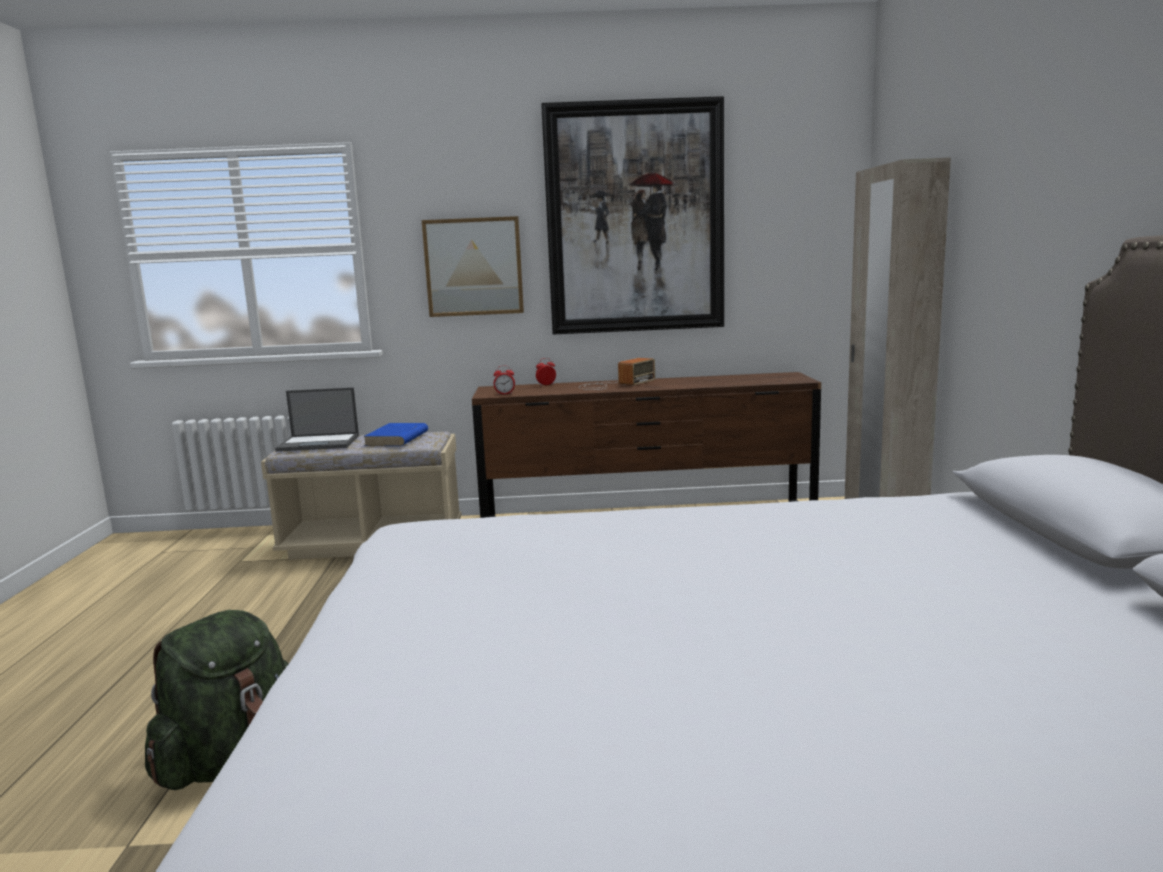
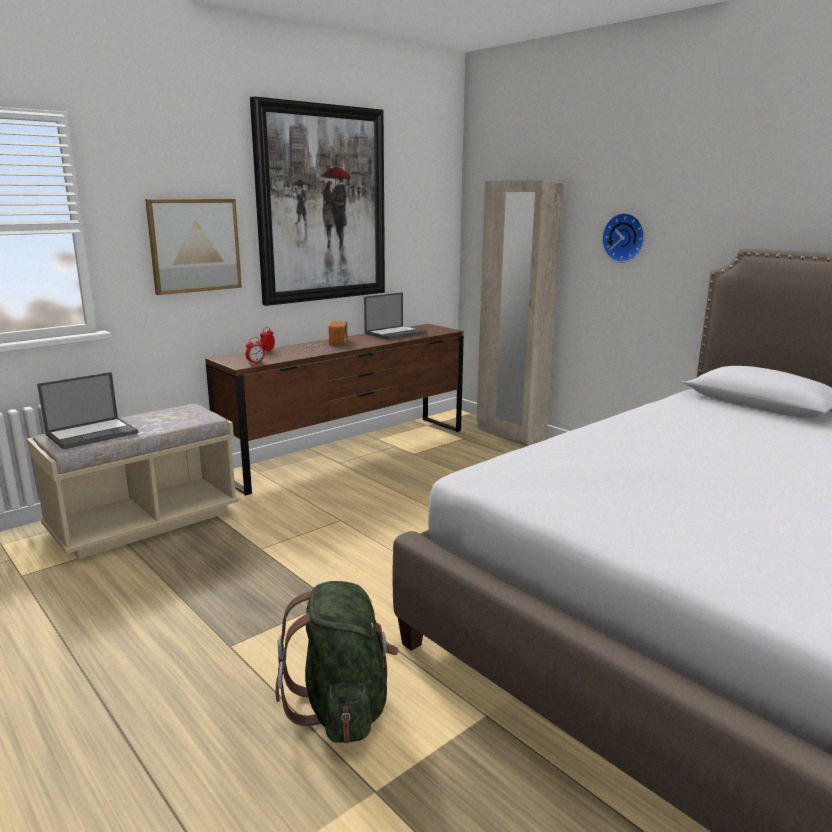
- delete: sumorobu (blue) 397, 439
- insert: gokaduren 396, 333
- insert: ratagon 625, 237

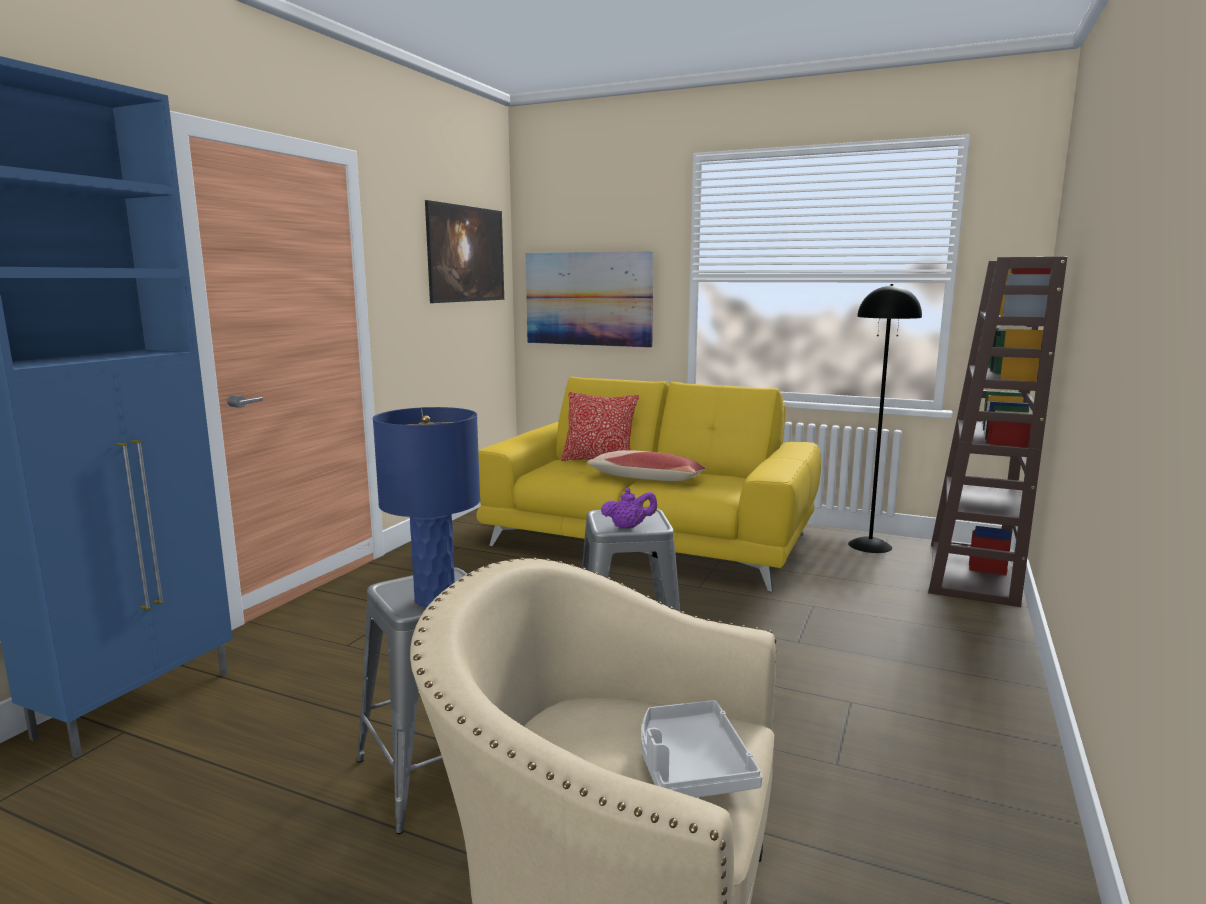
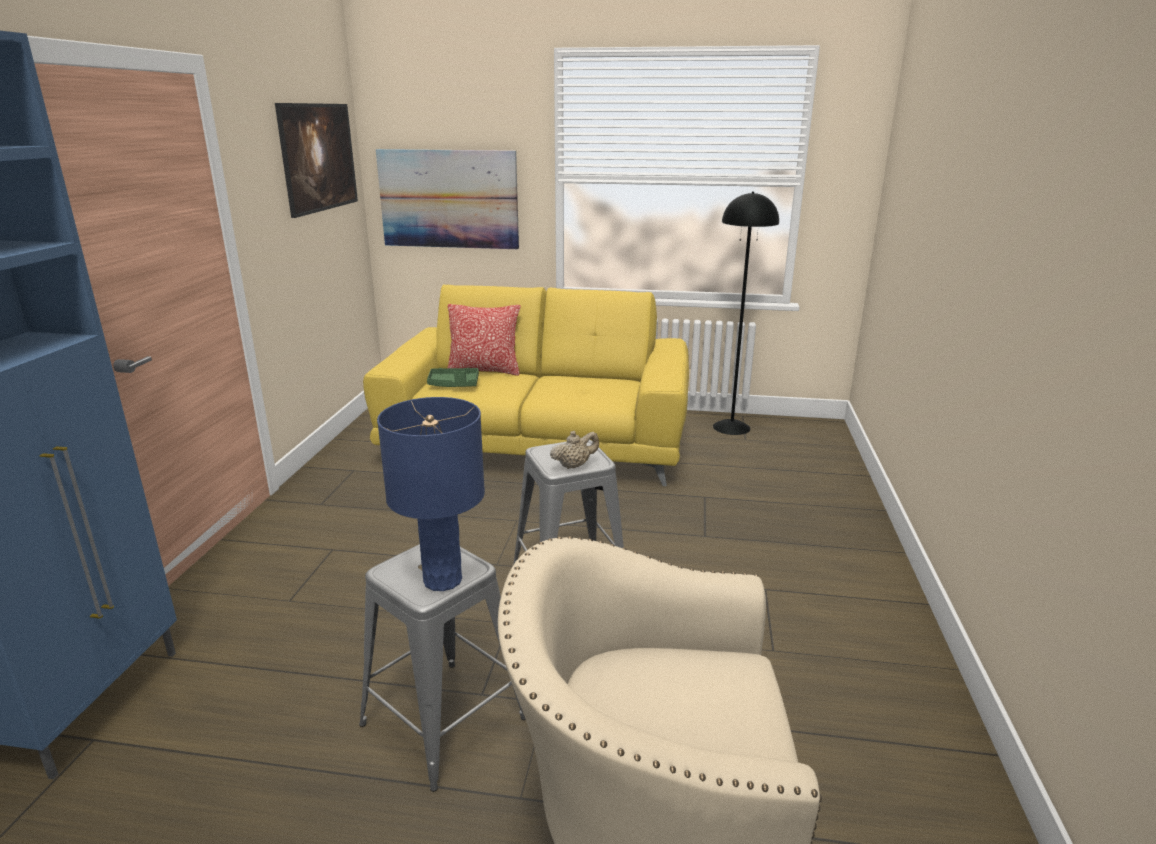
- delete: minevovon 645, 479
- recolor: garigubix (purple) 628, 527 to garigubix (beige) 574, 465
- delete: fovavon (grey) 691, 766
- delete: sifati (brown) 973, 573
- insert: fovavon (green) 454, 385

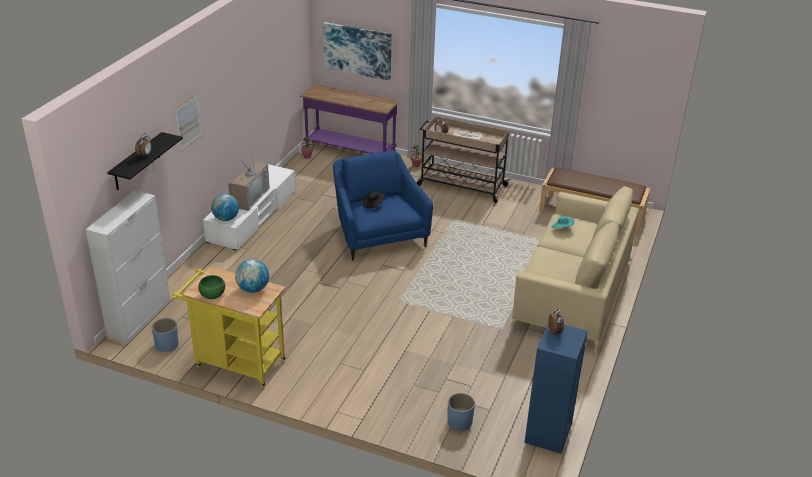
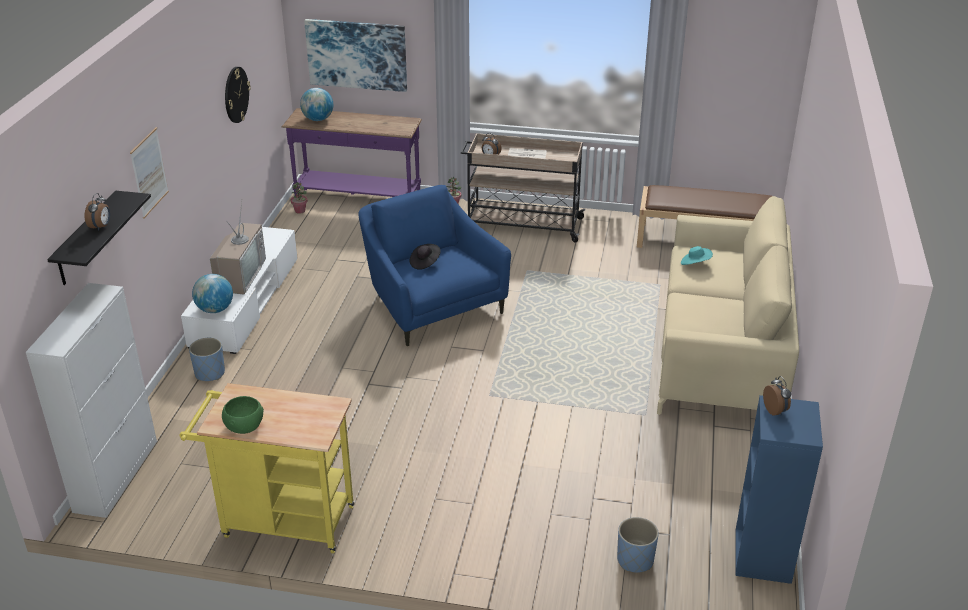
- move: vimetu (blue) 167, 345 to 210, 373
- move: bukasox 253, 289 to 318, 119
- insert: ratagon 236, 94

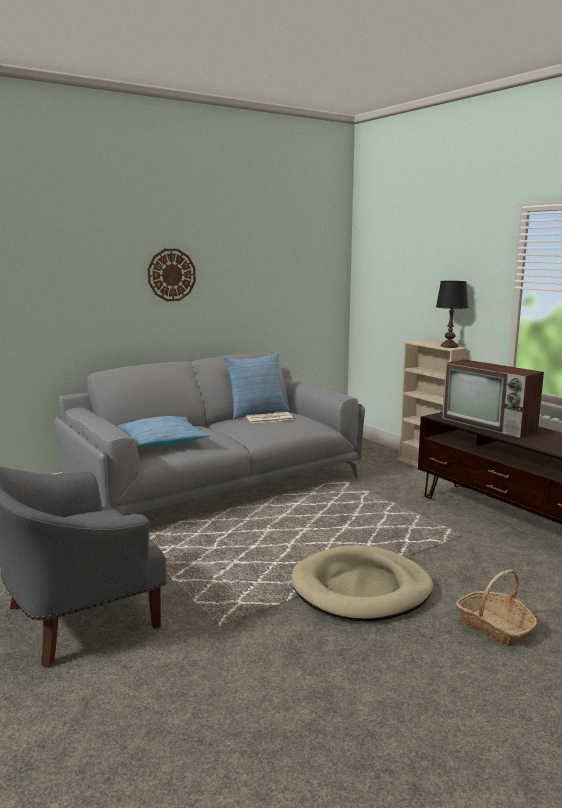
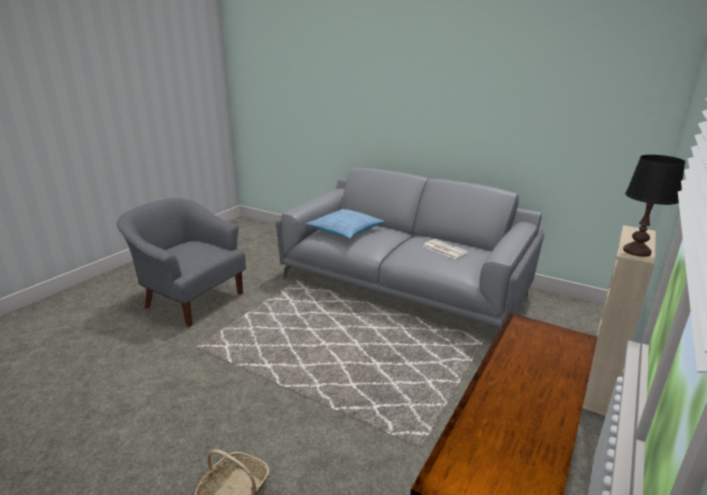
- delete: ratagon 171, 275
- delete: minevovon 256, 413
- delete: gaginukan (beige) 361, 589
- delete: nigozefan 490, 425

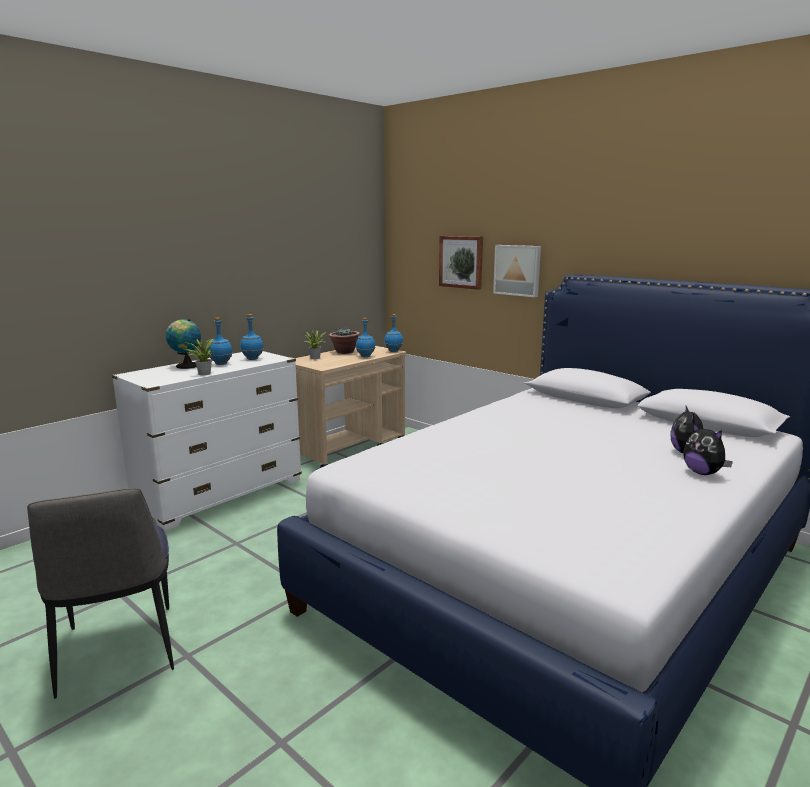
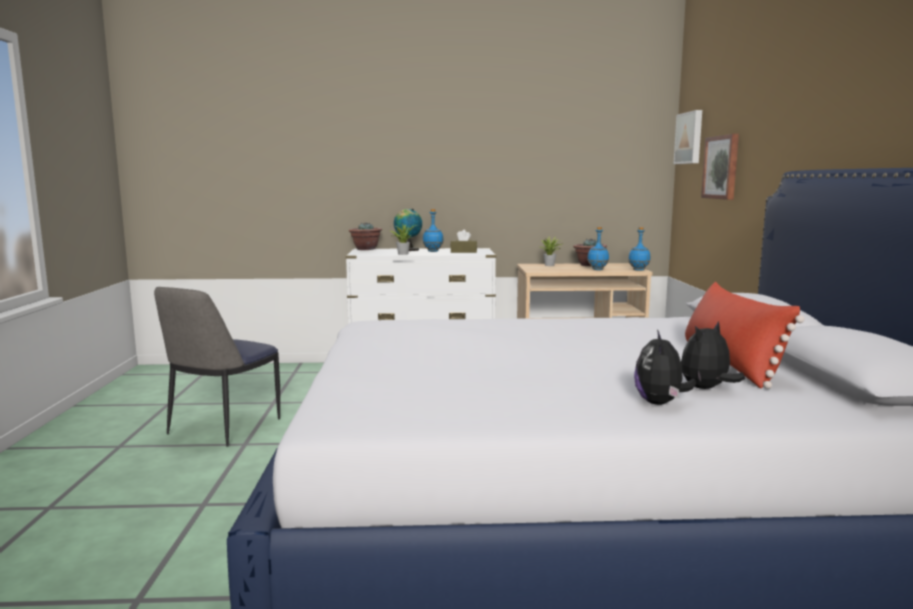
- replace: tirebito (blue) 252, 359 to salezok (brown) 463, 251
- move: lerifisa 518, 270 to 690, 138
- insert: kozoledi 365, 249
- insert: minevovon (red) 730, 363

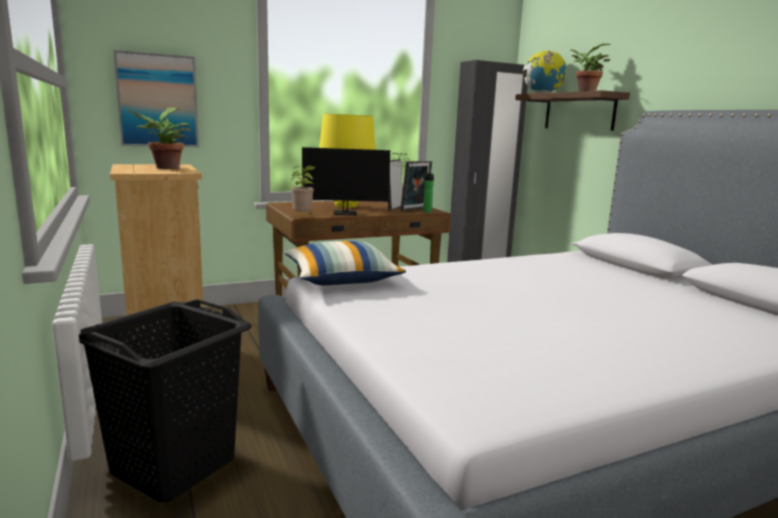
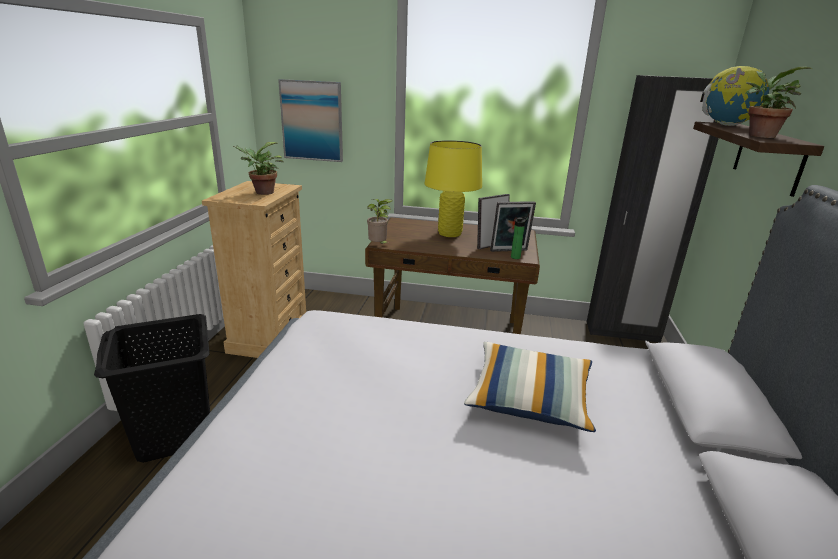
- move: minevovon 341, 279 to 529, 398
- delete: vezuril 349, 213

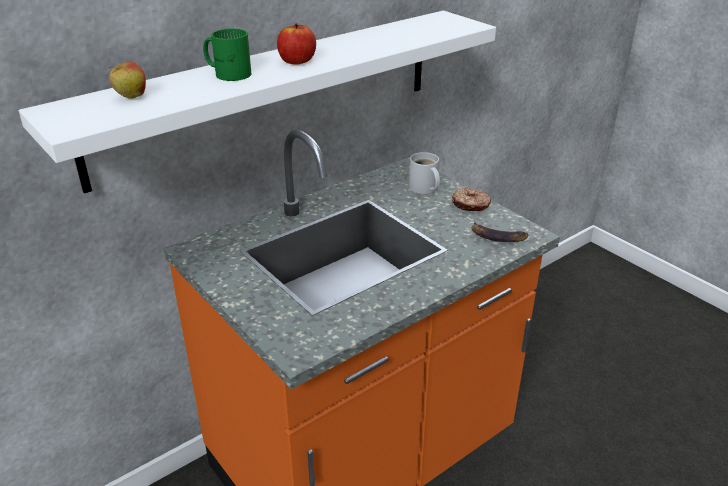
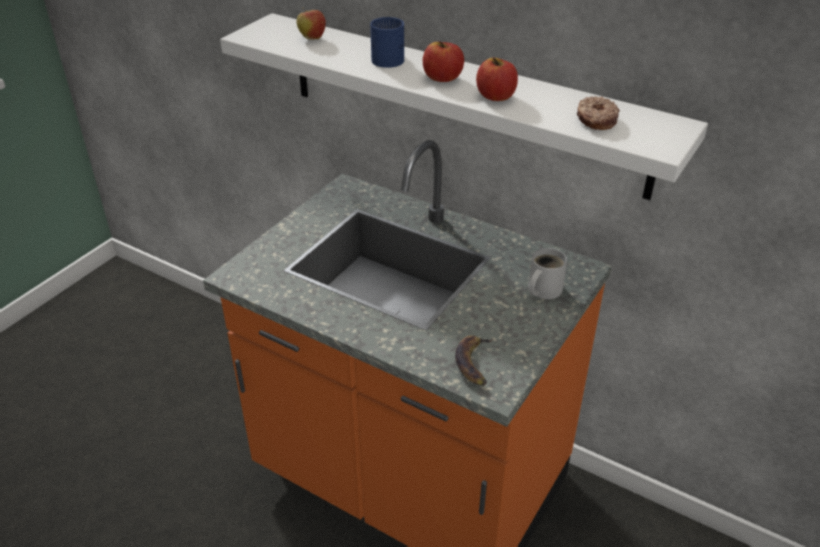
- recolor: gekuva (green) 228, 73 to gekuva (blue) 390, 57
- move: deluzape 470, 205 to 595, 120
- insert: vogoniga 496, 96

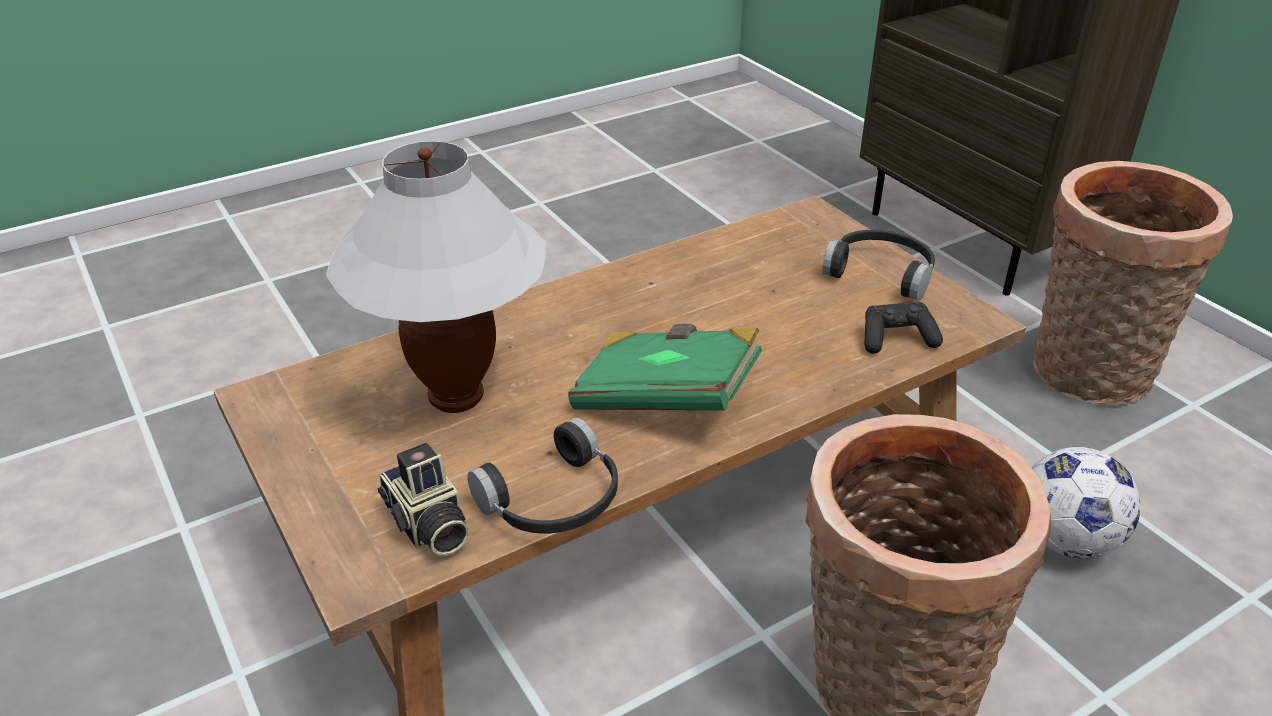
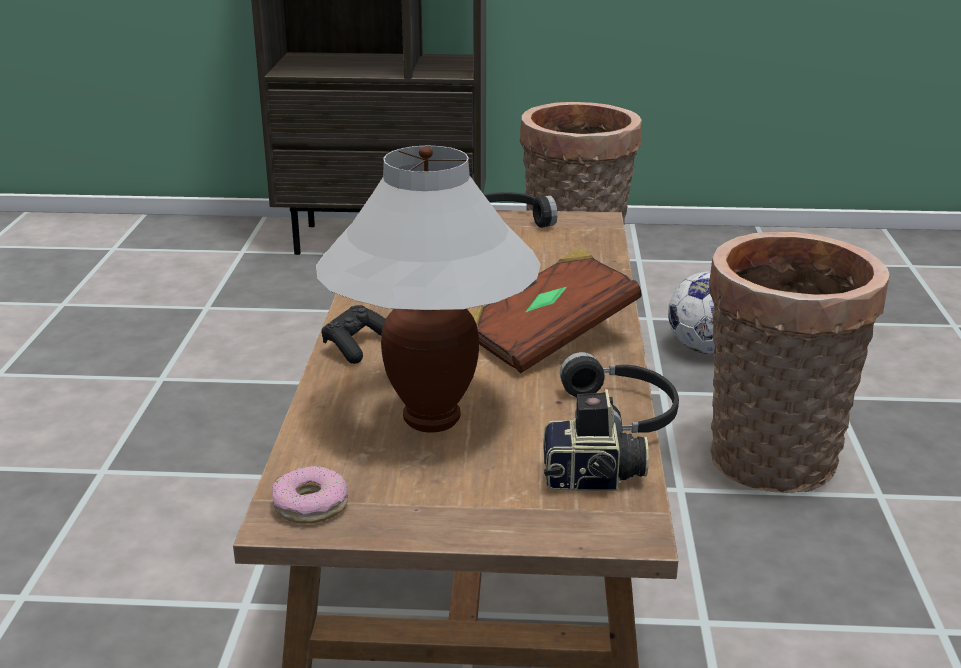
- recolor: sumorobu (green) 665, 397 to sumorobu (brown) 547, 338
- move: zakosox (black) 896, 339 to 356, 346
- insert: deluzape 311, 505

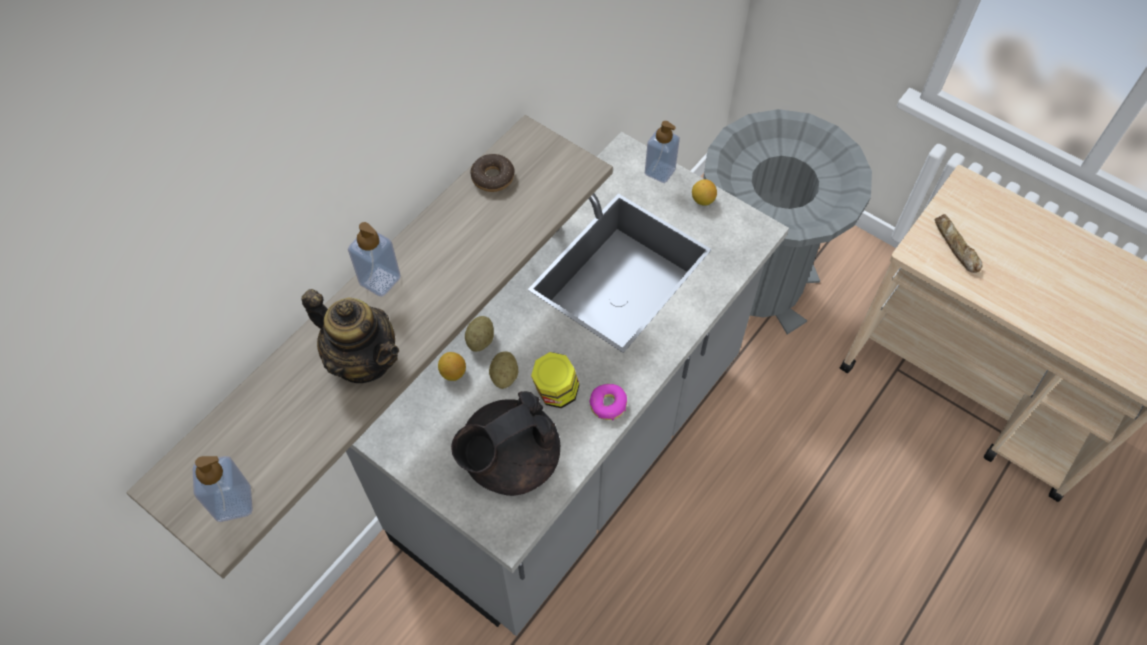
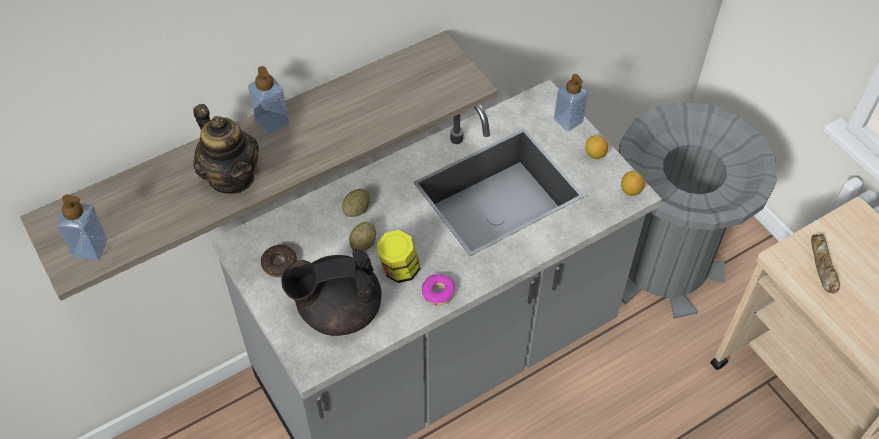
- move: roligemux 453, 373 to 630, 190
- move: deluzape 493, 177 to 279, 264

